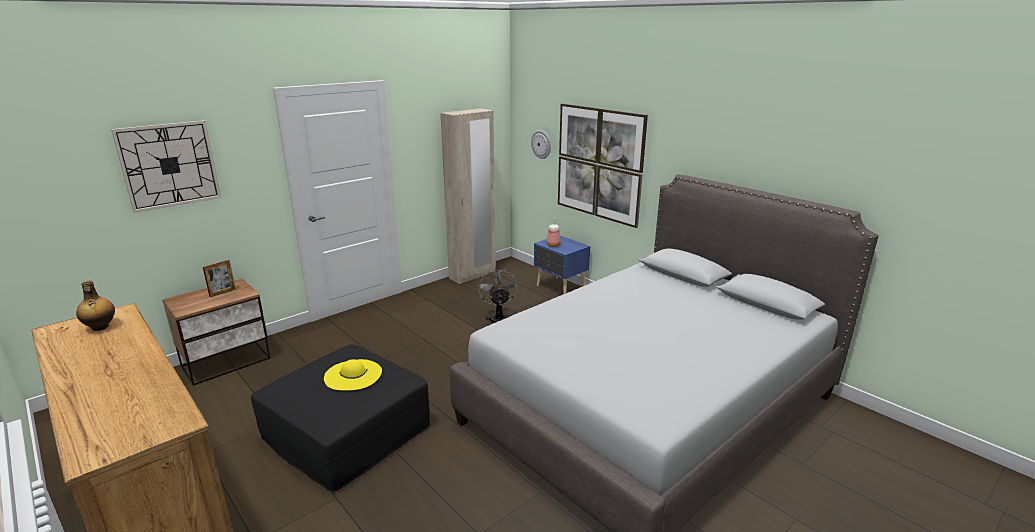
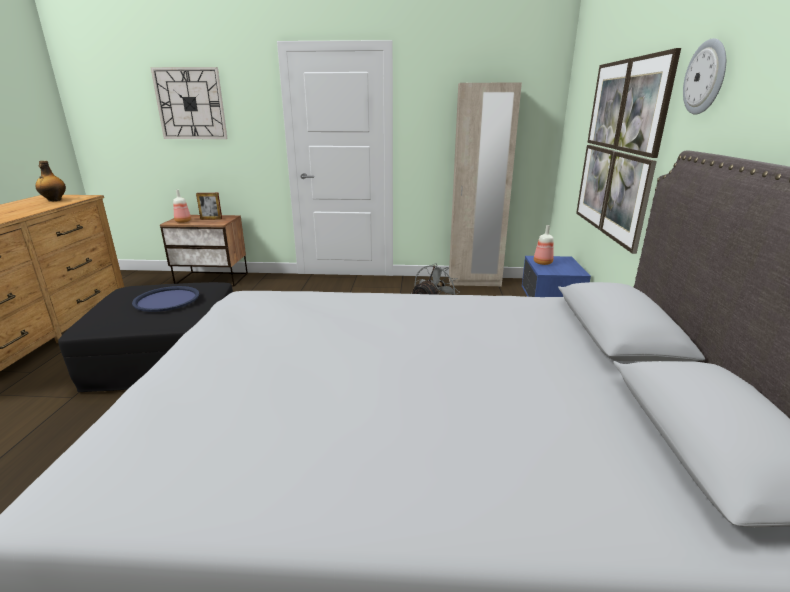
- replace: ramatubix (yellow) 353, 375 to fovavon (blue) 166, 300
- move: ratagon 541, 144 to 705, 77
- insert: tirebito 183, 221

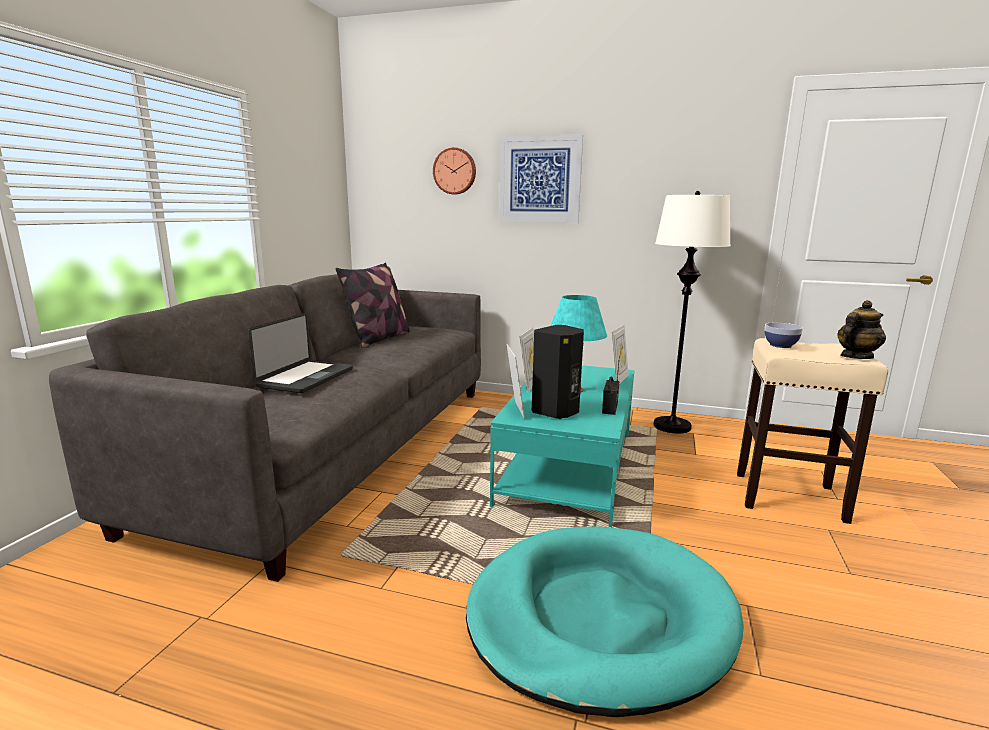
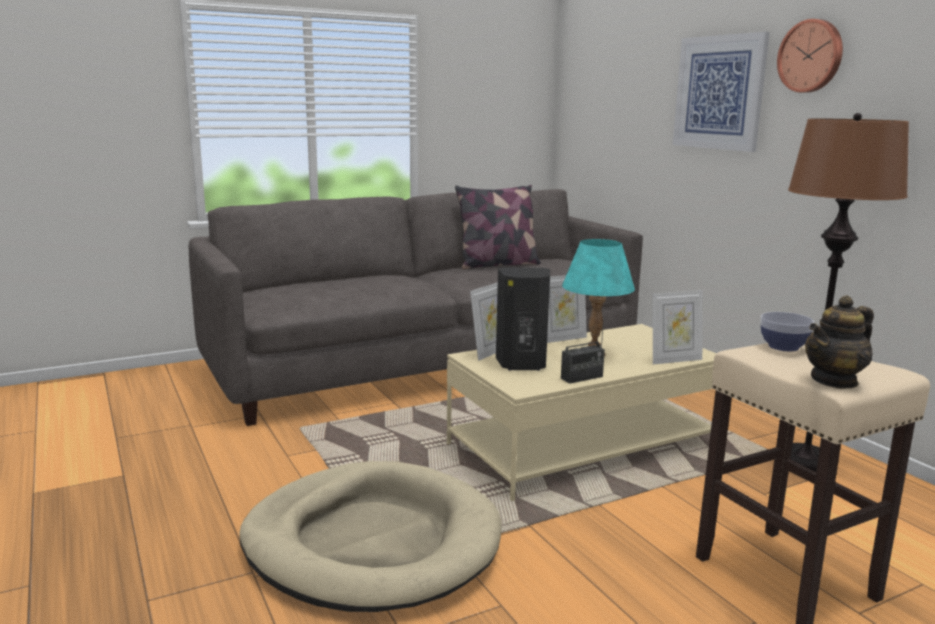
- delete: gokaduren 306, 378
- move: ratagon 455, 171 to 811, 56
- recolor: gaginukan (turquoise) 599, 619 to gaginukan (beige) 372, 542
- recolor: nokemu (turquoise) 568, 466 to nokemu (beige) 582, 446
- recolor: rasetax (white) 671, 426 to rasetax (brown) 805, 460
- rotate: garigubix 856, 357 = 834, 380 135 degrees clockwise

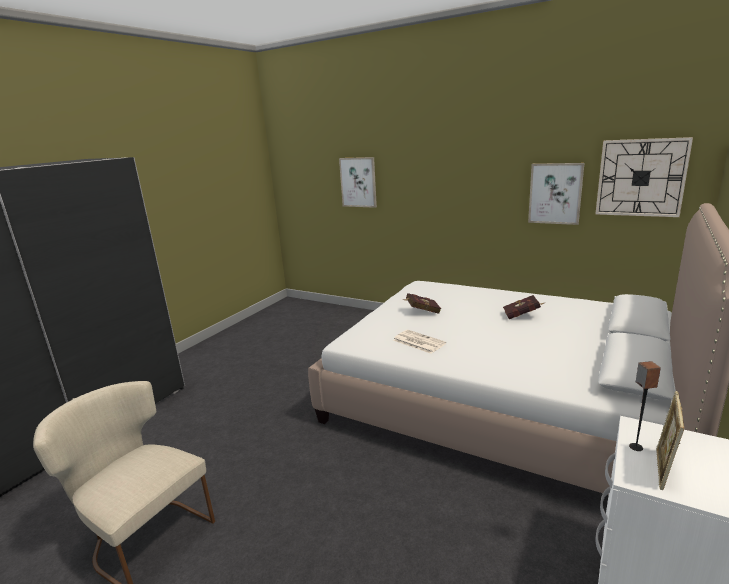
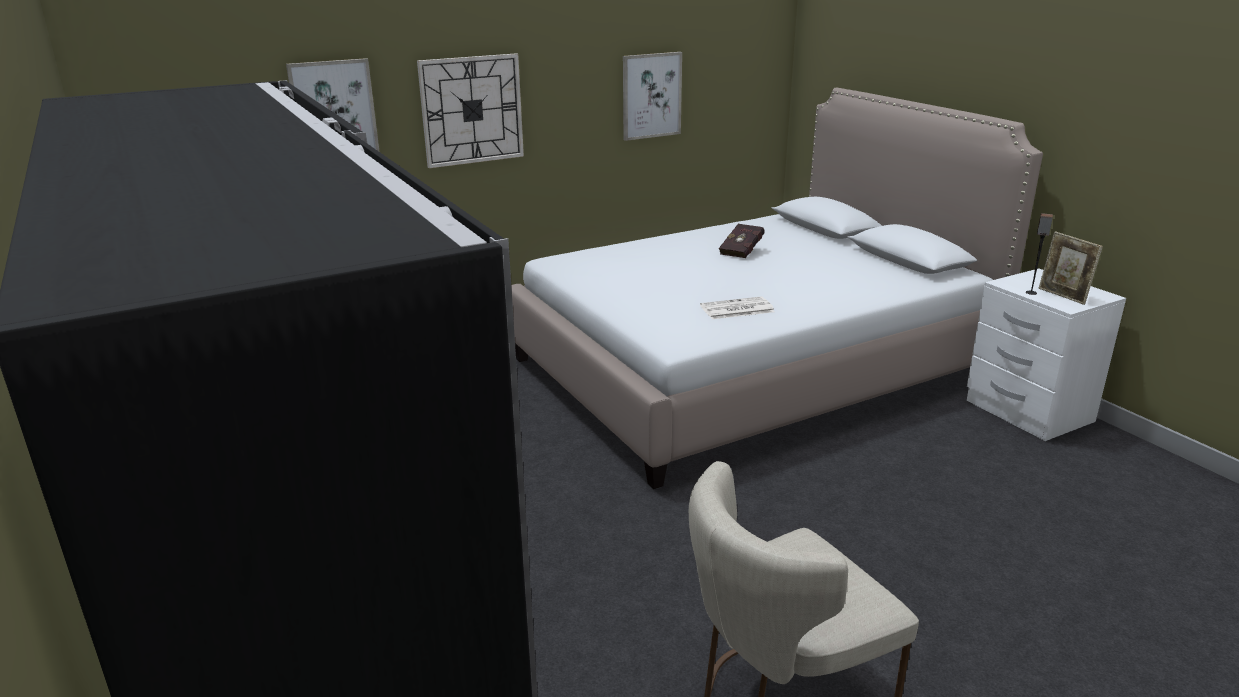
- delete: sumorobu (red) 421, 311
- move: ratagon 641, 178 to 472, 110

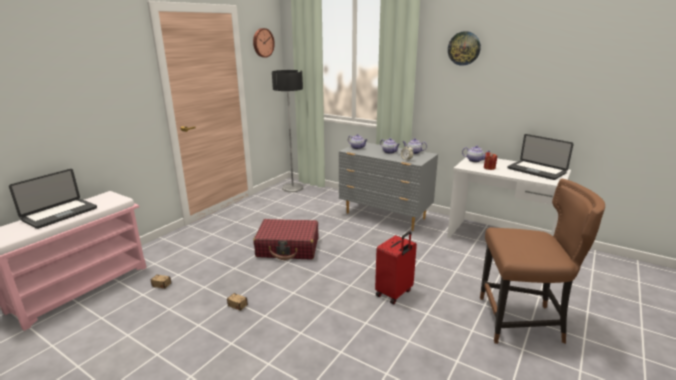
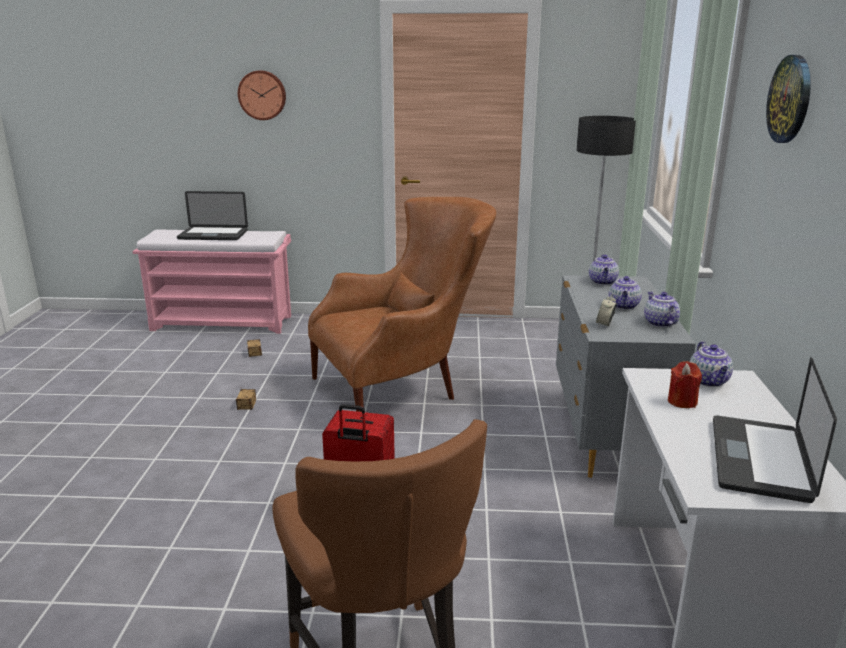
- move: ratagon 262, 43 to 262, 95
- replace: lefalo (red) 288, 247 to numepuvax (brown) 404, 390

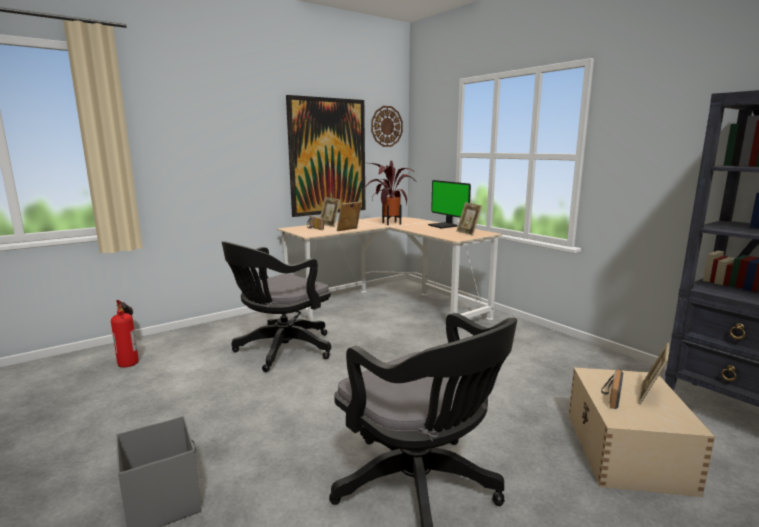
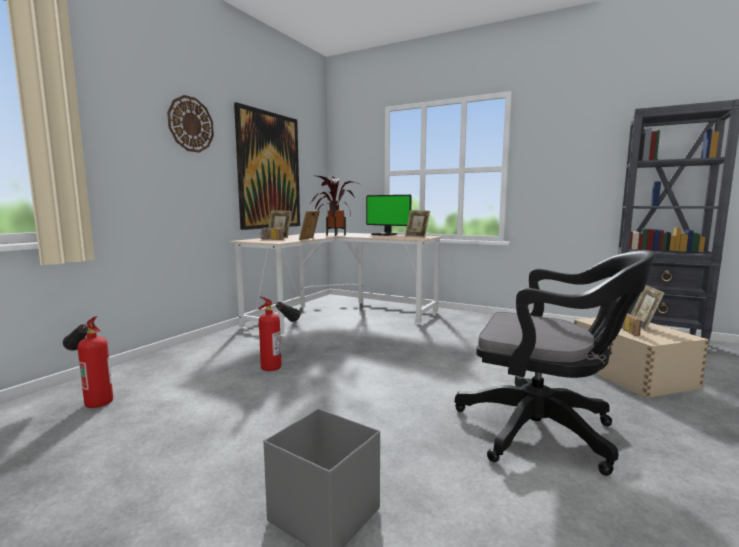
- replace: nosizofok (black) 281, 351 to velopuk 280, 360
- move: ratagon 386, 126 to 191, 124

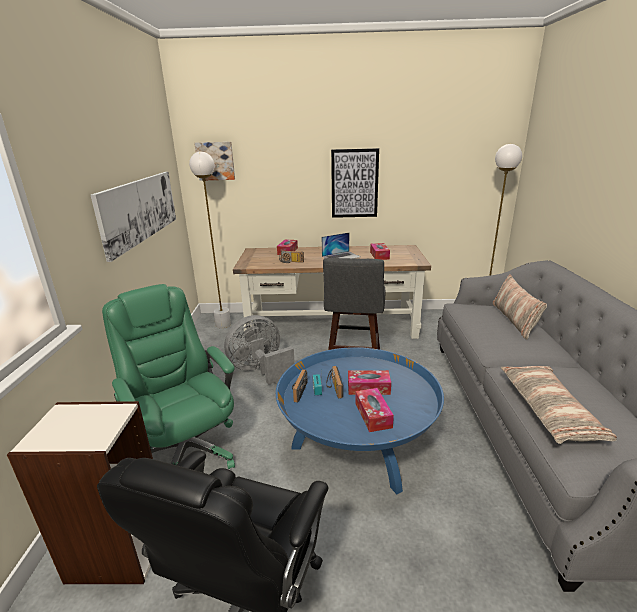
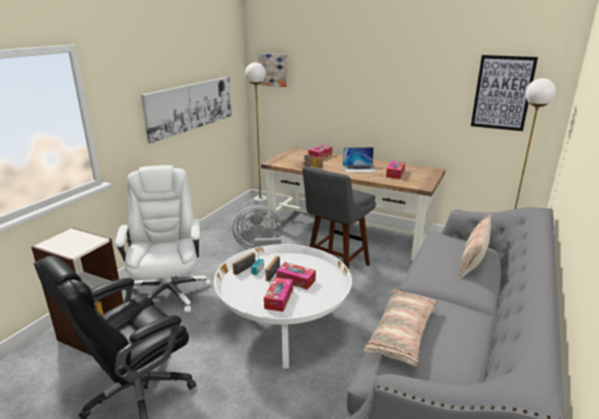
- recolor: nosizofok (green) 186, 450 to nosizofok (white) 169, 292
- recolor: nokemu (blue) 357, 446 to nokemu (white) 283, 327
- move: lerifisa 354, 183 to 502, 93

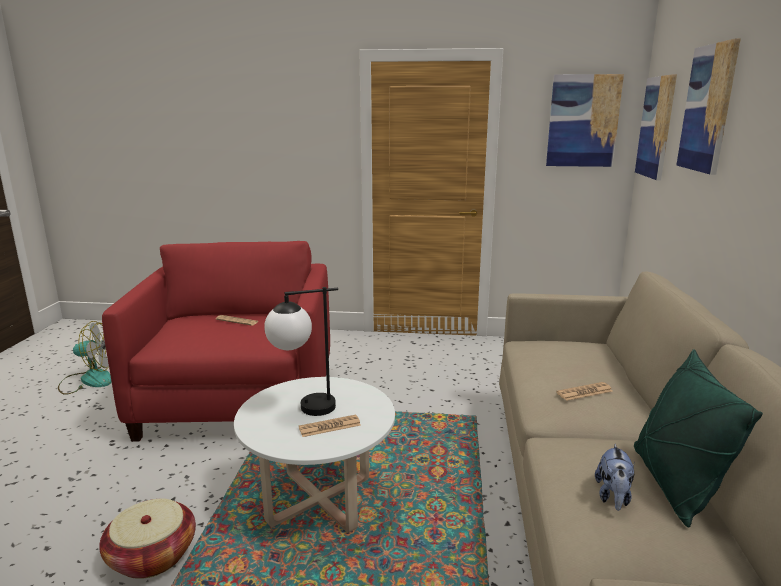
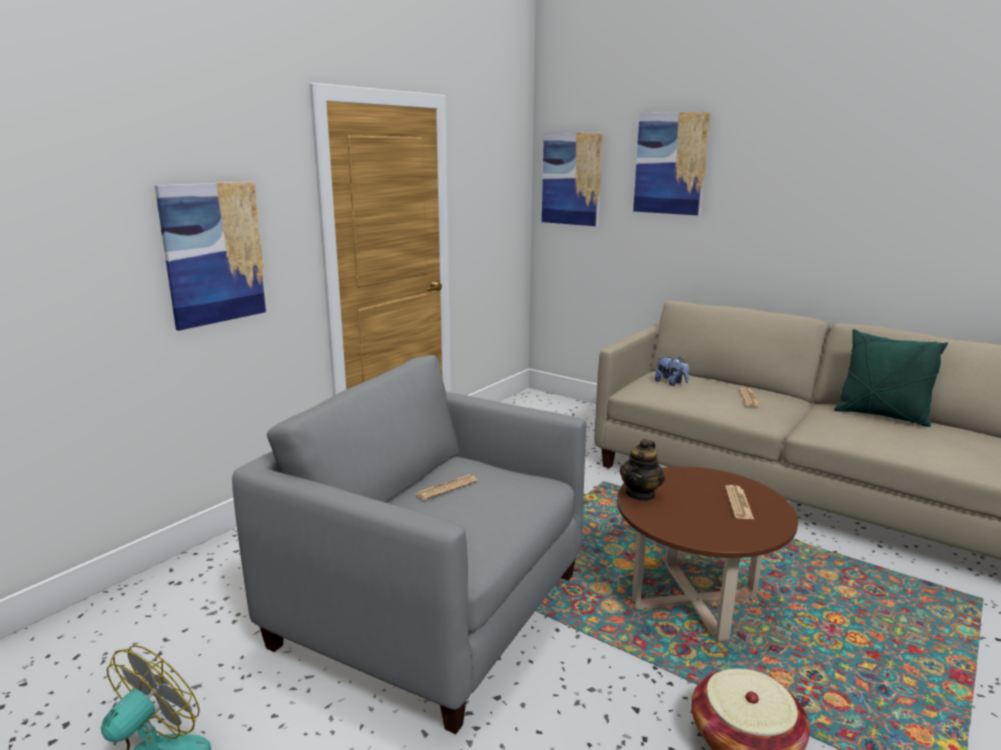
- recolor: numepuvax (red) 239, 401 to numepuvax (grey) 432, 610
- recolor: nokemu (white) 319, 500 to nokemu (brown) 694, 601
- delete: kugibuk 303, 409
- move: lerifisa 583, 121 to 214, 253
- move: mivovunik 613, 496 to 671, 383
- insert: garigubix 641, 494

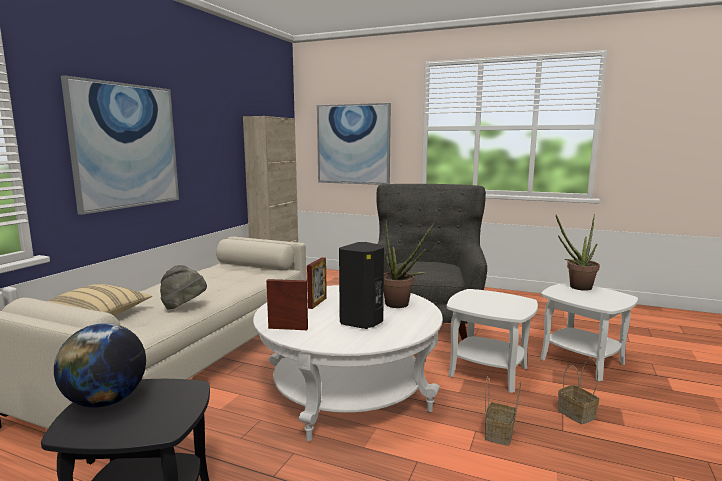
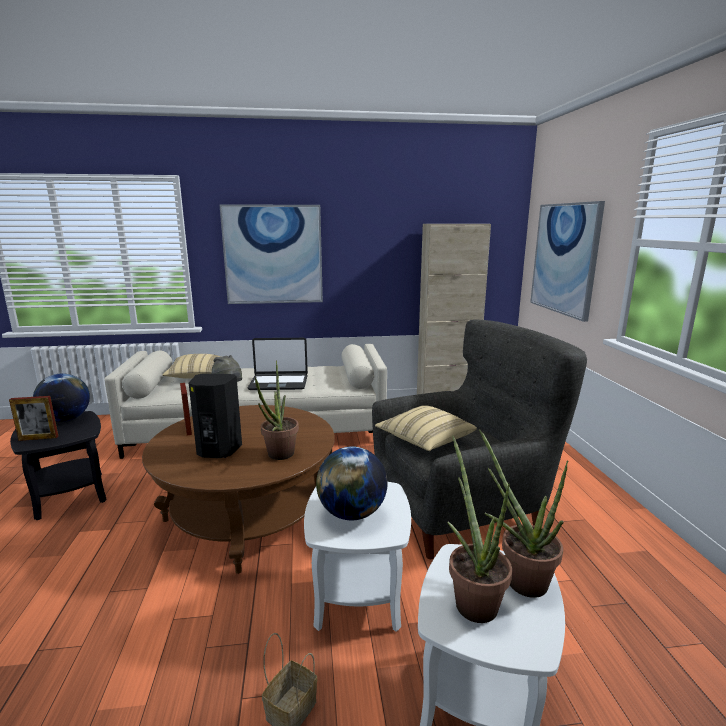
- recolor: nokemu (white) 348, 393 to nokemu (brown) 249, 515
- move: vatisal 317, 303 to 38, 438
- delete: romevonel 499, 435
- insert: gokaduren 279, 383
- insert: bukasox 352, 513
- insert: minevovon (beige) 425, 441
- insert: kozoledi 472, 599

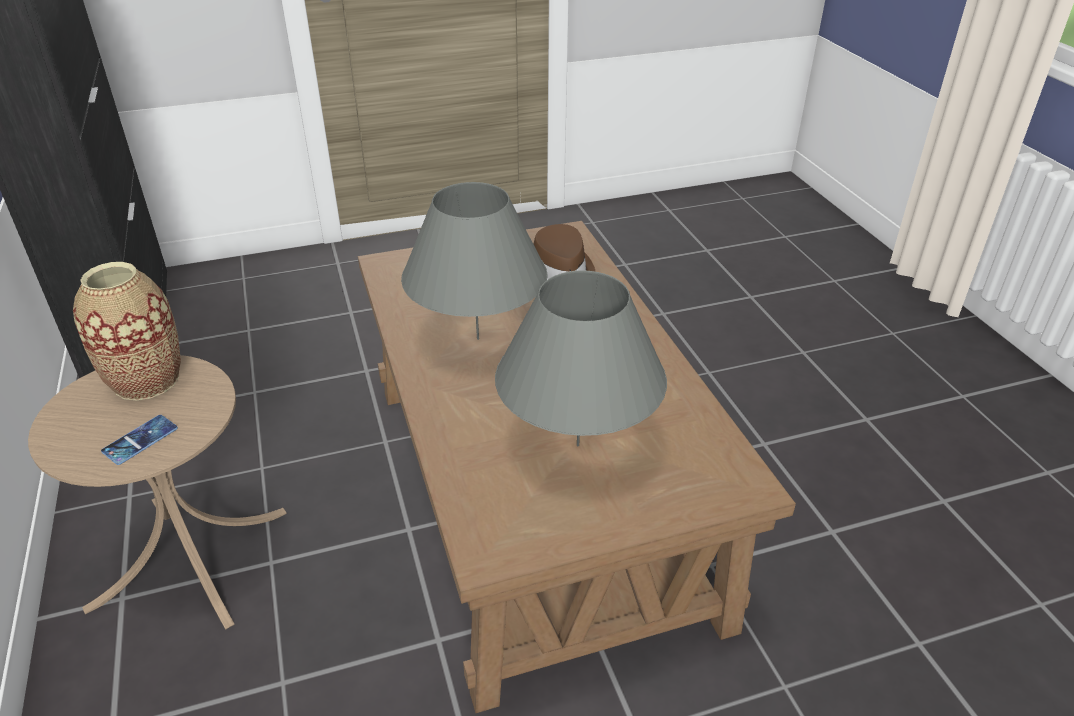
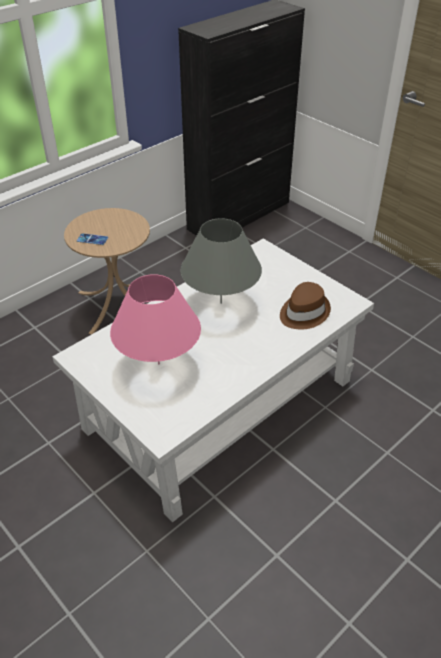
- delete: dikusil 147, 380
- recolor: nokemu (brown) 538, 497 to nokemu (white) 220, 405
- recolor: kugibuk (grey) 577, 445 to kugibuk (pink) 158, 364

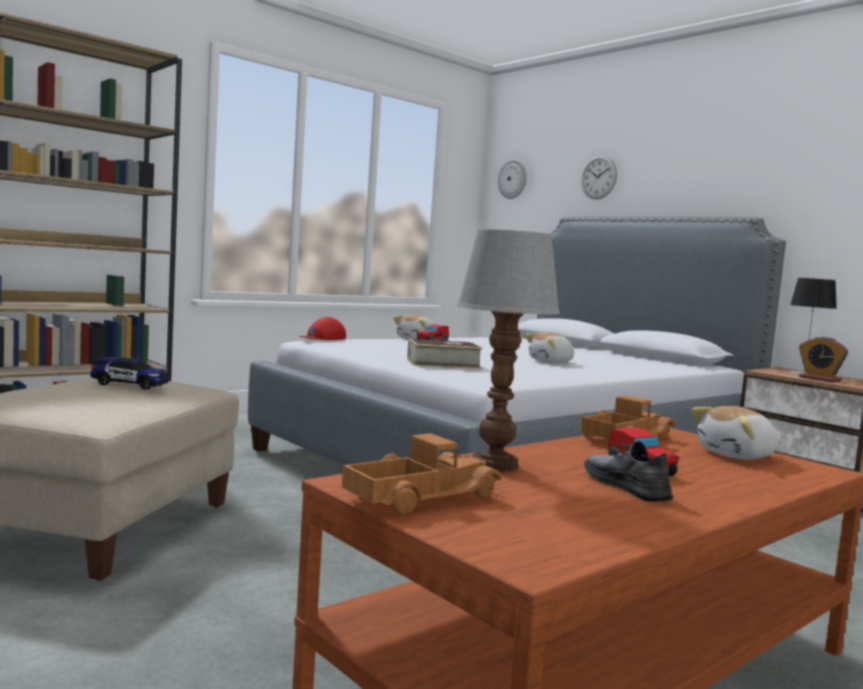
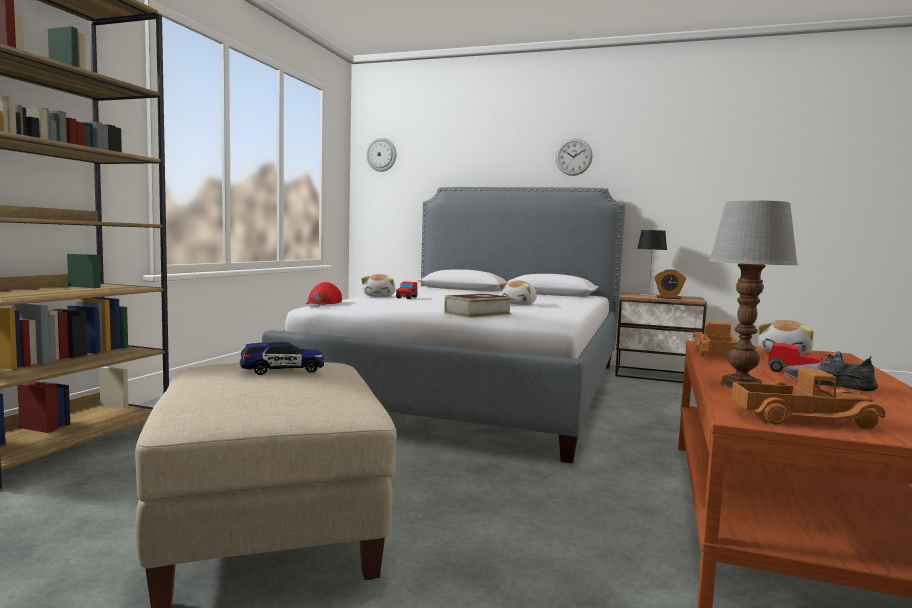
- rotate: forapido 419, 497 = 801, 418 75 degrees clockwise
- move: ratagon 598, 177 to 573, 157

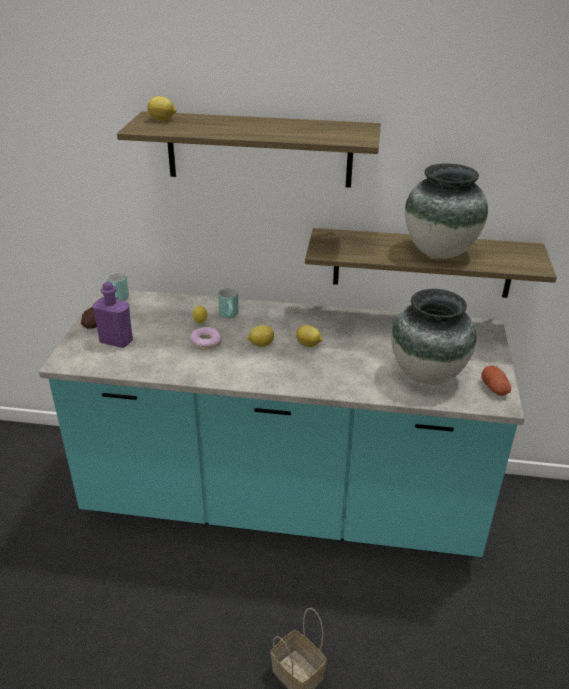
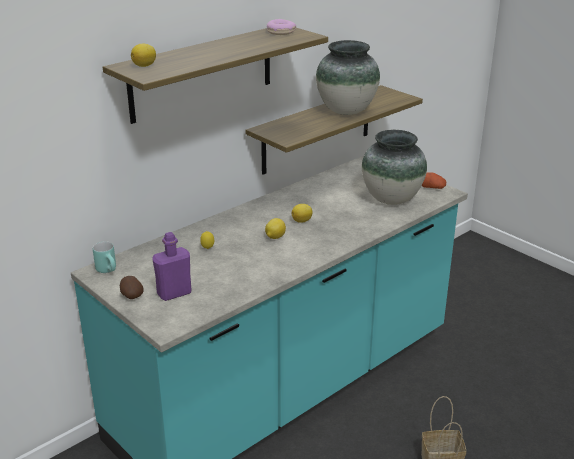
- move: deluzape 206, 343 to 281, 32
- delete: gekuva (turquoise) 231, 316

